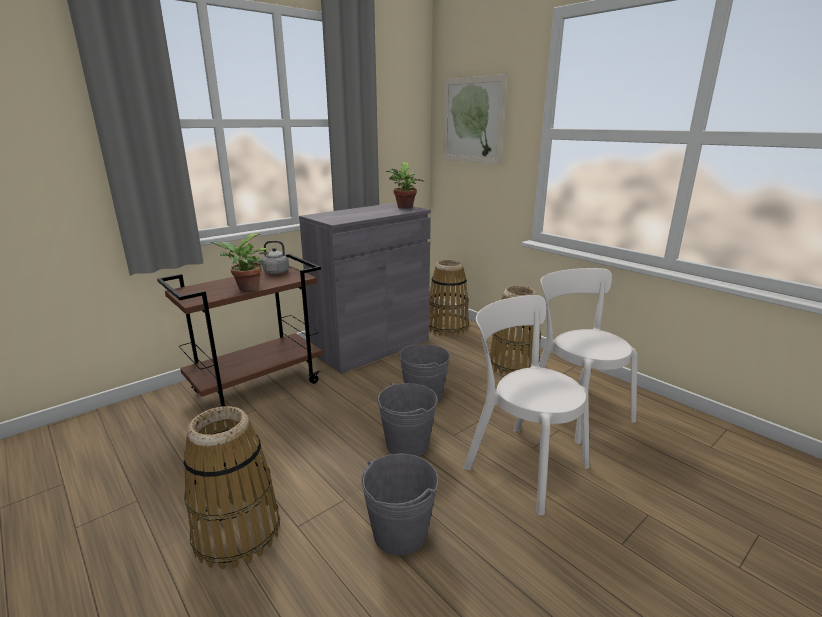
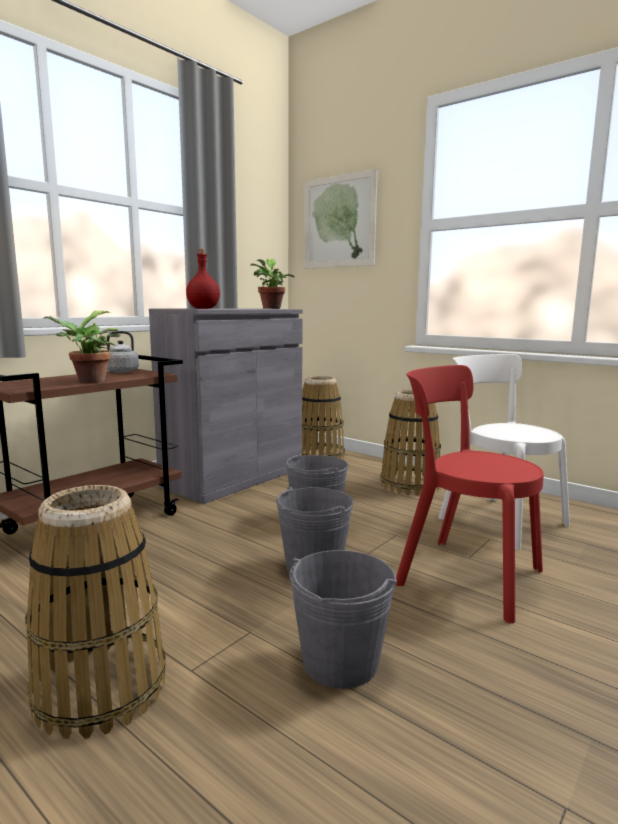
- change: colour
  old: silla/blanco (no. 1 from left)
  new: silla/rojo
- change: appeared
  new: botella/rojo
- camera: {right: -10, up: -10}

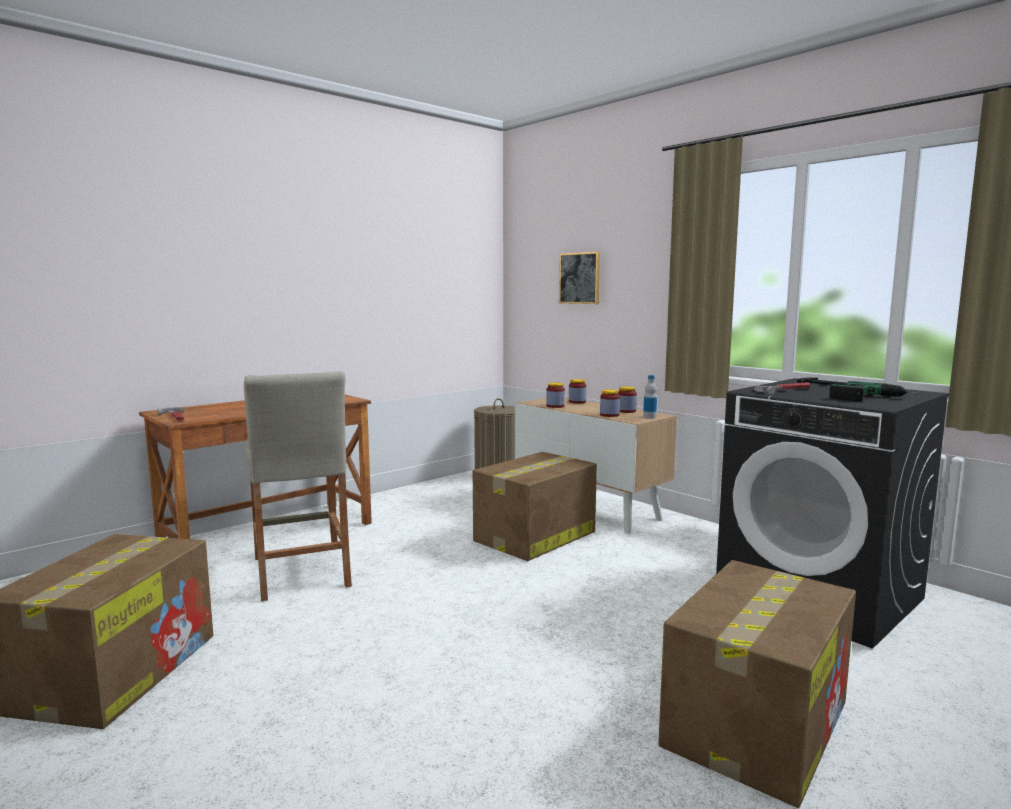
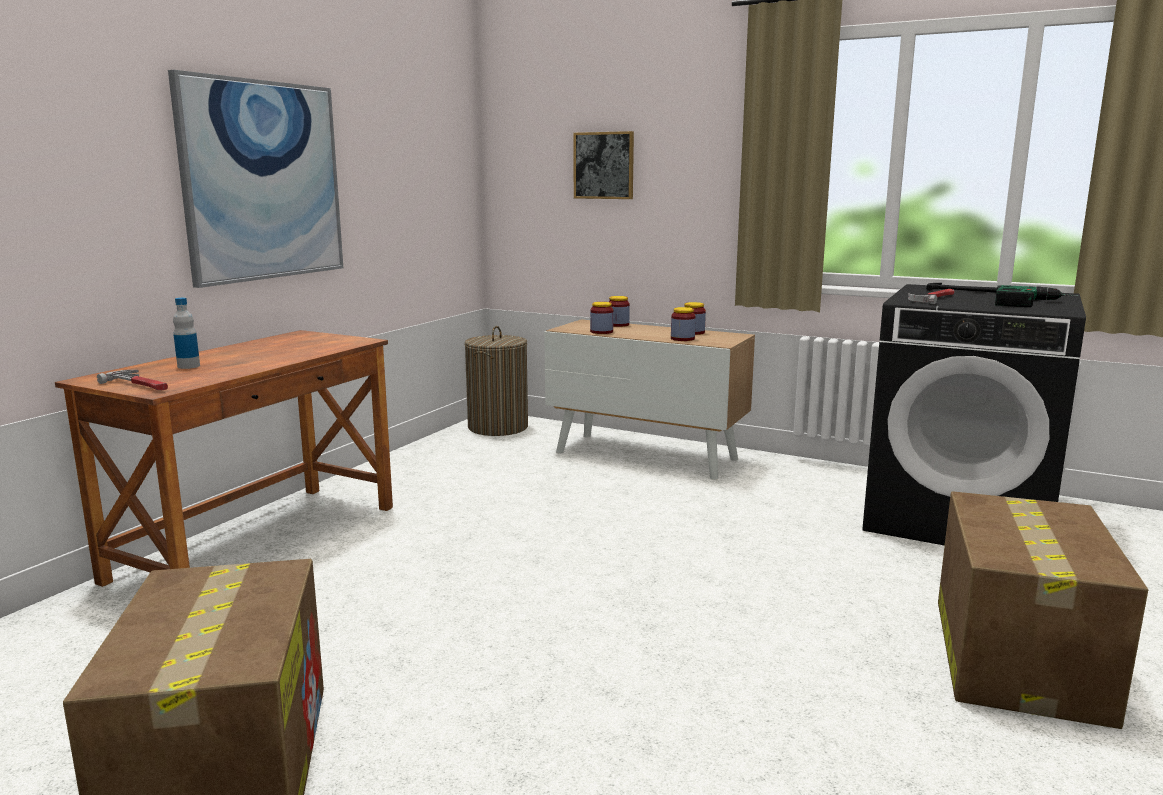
- change: missing
  old: taburete/beis
- change: relocated
  old: botella
- change: missing
  old: caja de cartón (no. 2 from left)
- change: appeared
  new: cuadro (no. 1 from left)
- camera: {right: -20, up: 5}

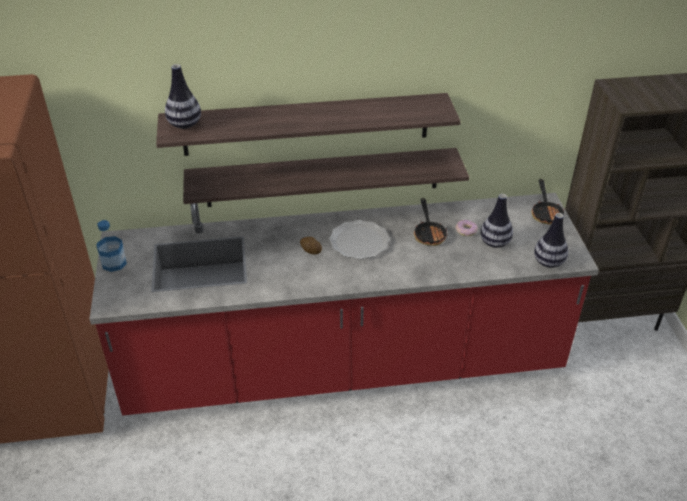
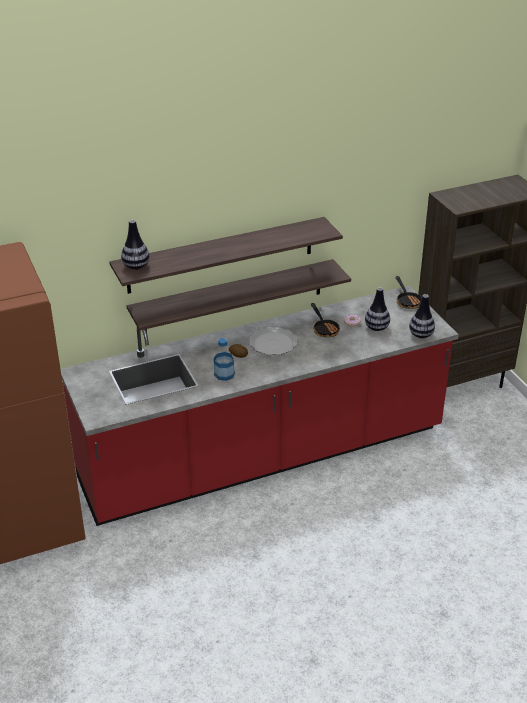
- change: relocated
  old: botella
- camera: {right: -15, up: -5}

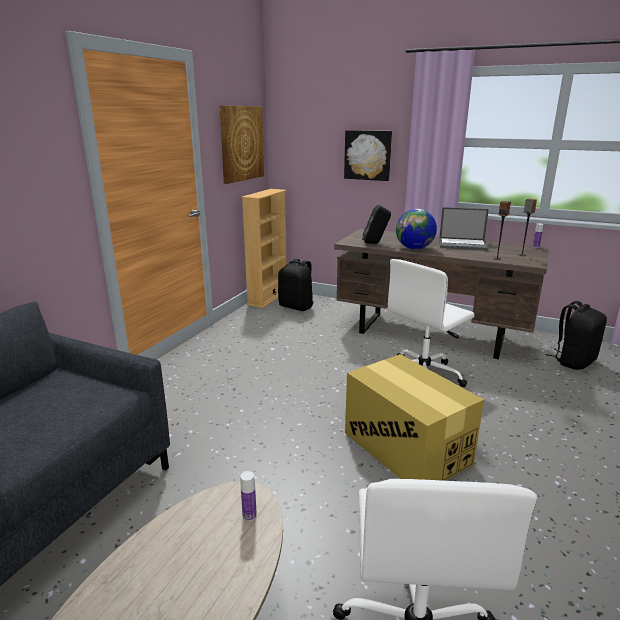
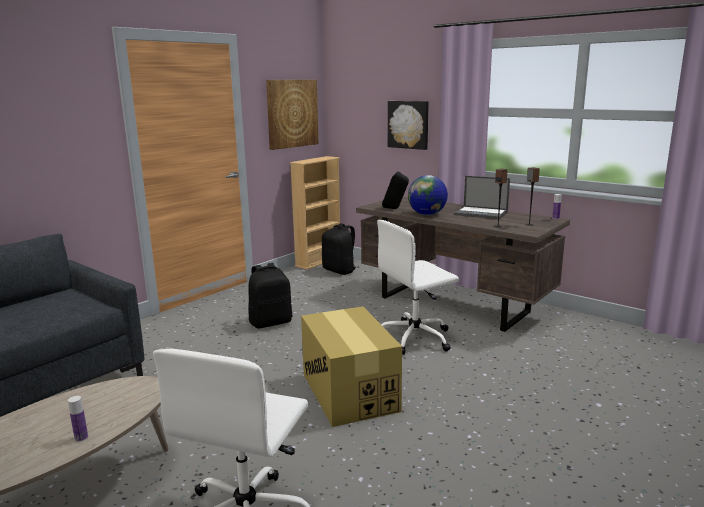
- change: relocated
  old: mochila/negro (no. 2 from left in the first image)
  new: mochila/negro (no. 1 from left)
- change: relocated
  old: botella (no. 1 from left)
- camera: {right: 15, up: -5}

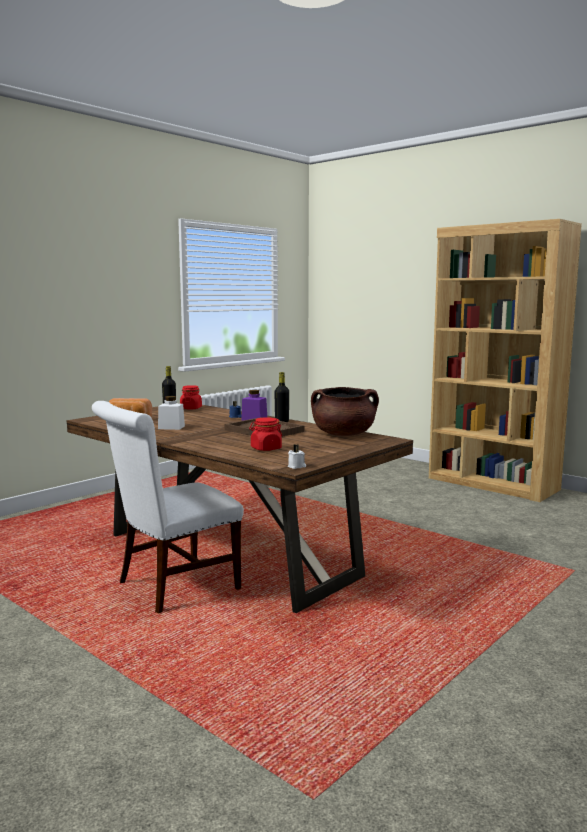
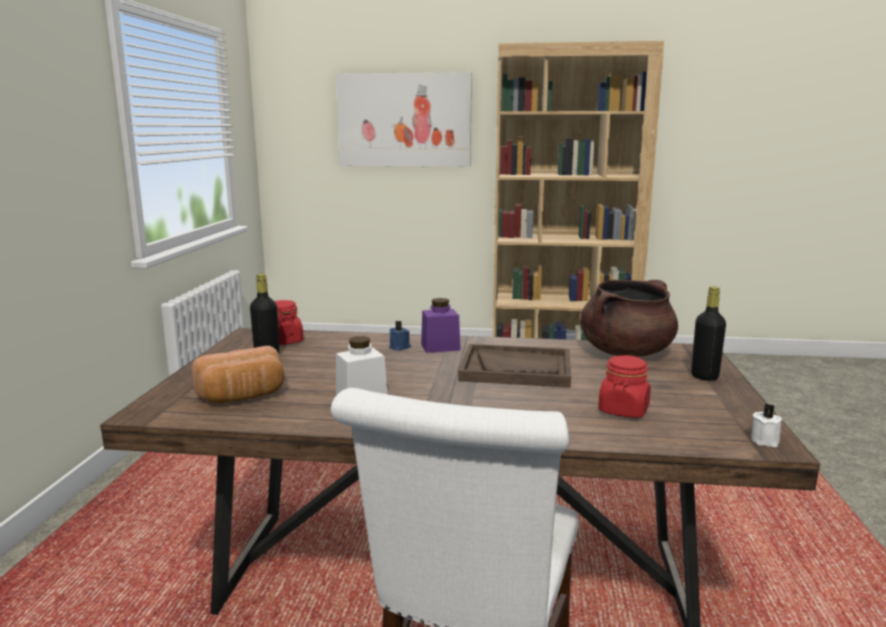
- change: relocated
  old: botella/negro (no. 2 from left)
- change: appeared
  new: cuadro
- camera: {right: -35, up: 5}

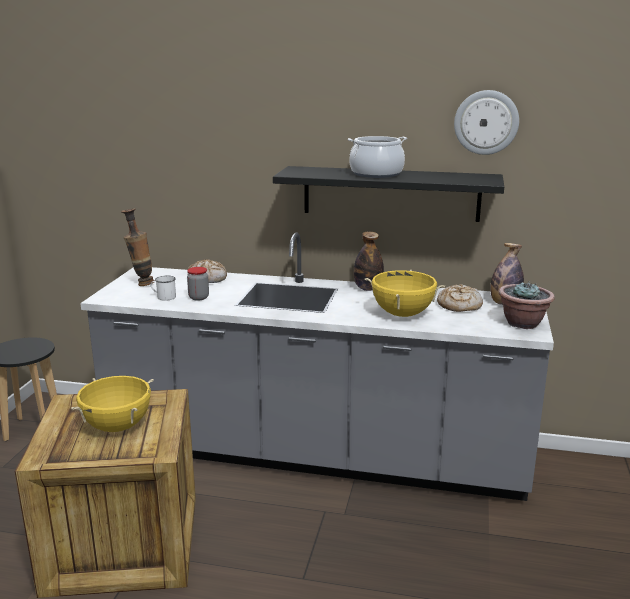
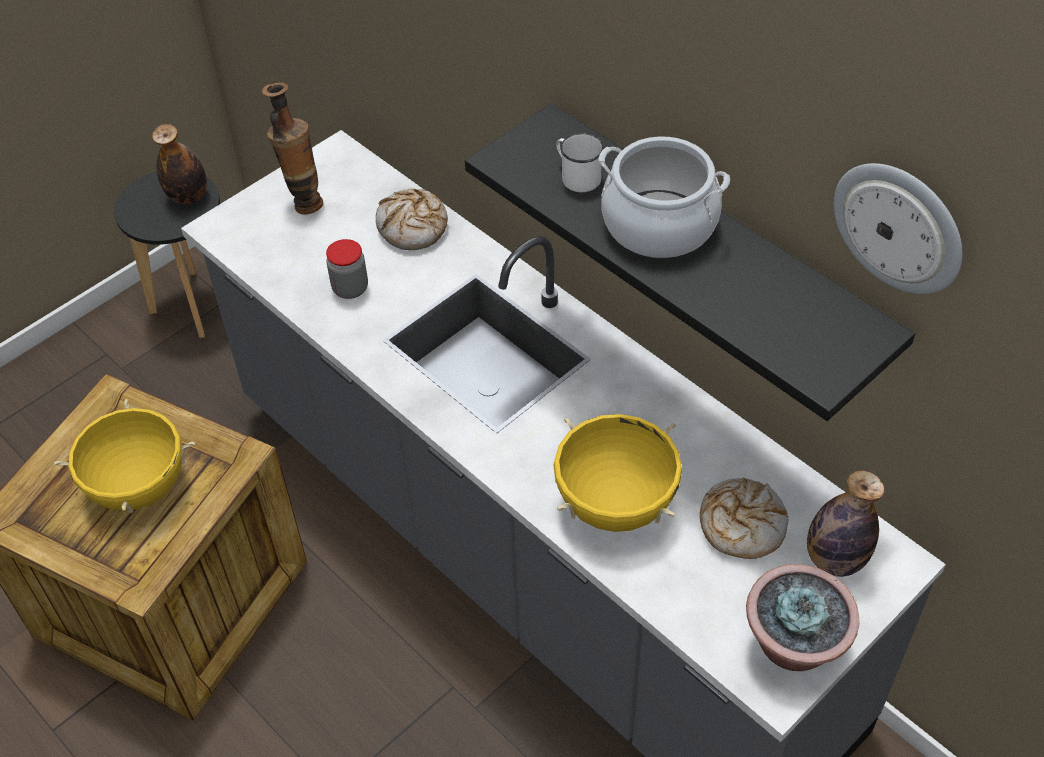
- change: relocated
  old: botella (no. 1 from left)
- change: relocated
  old: taza grande/blanco
- camera: {right: 35, up: 30}

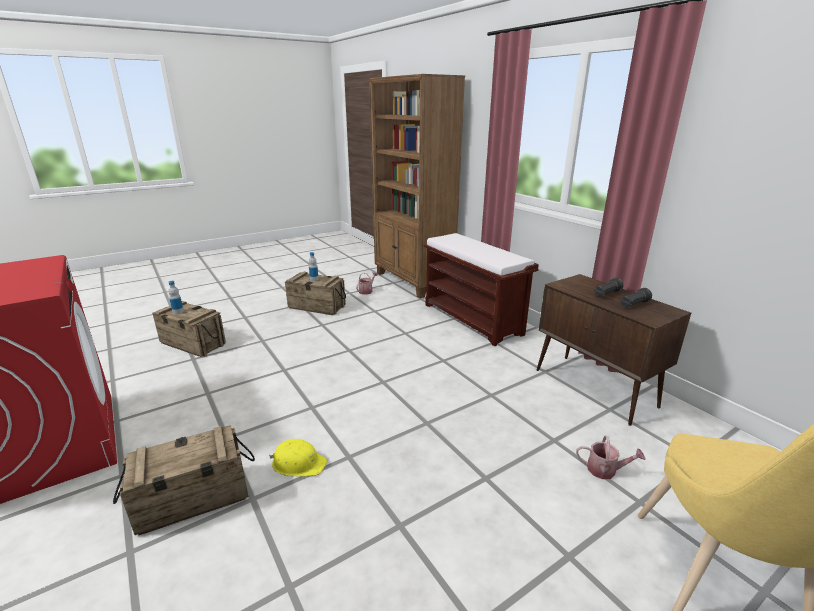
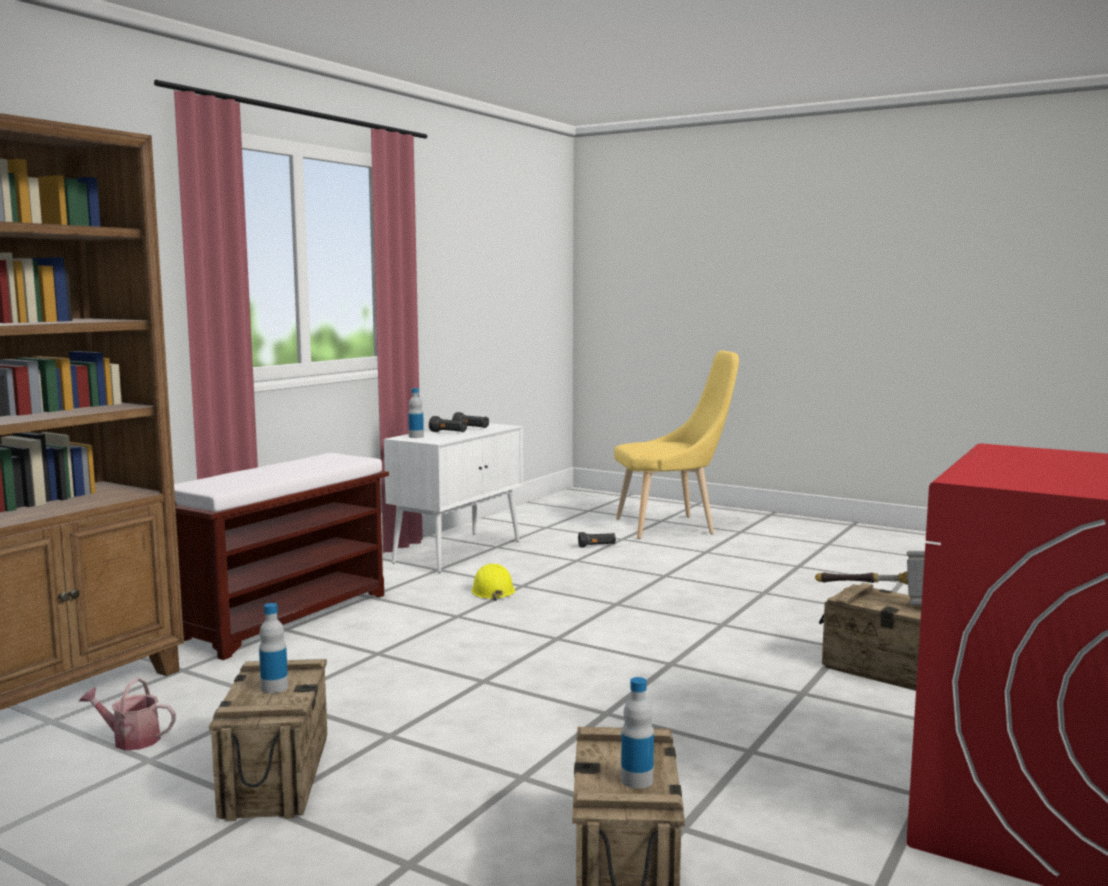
- change: colour
  old: armario/marrón
  new: armario/blanco
- change: exchanged
  old: regadera (no. 2 from left)
  new: linterna/negro (no. 3 from left)
- change: relocated
  old: casco/amarillo
- change: appeared
  new: botella (no. 2 from left)
- change: appeared
  new: martillo
- camera: {right: -115, up: -15}

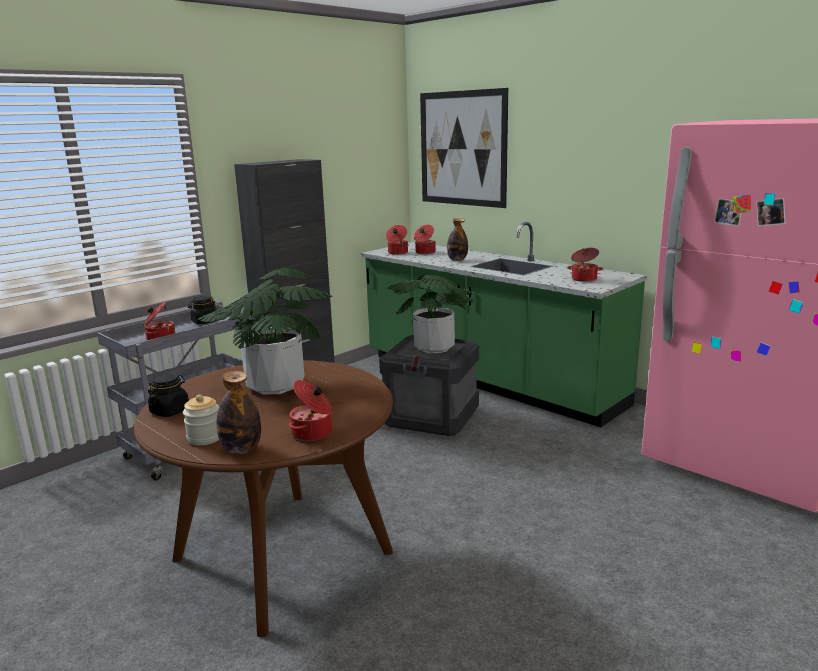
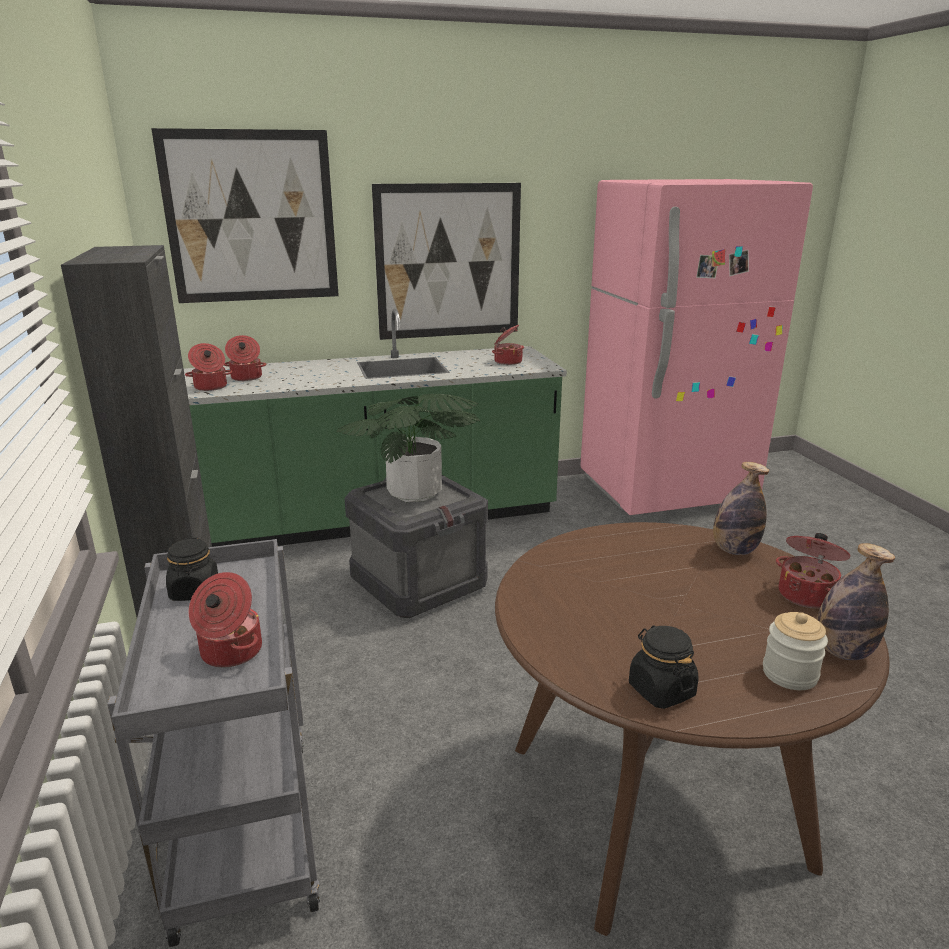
- change: relocated
  old: botella (no. 2 from left in the first image)
  new: botella (no. 1 from left)
- change: missing
  old: planta en maceta (no. 1 from left)
- change: appeared
  new: cuadro (no. 2 from left)
- camera: {right: -60, up: 5}

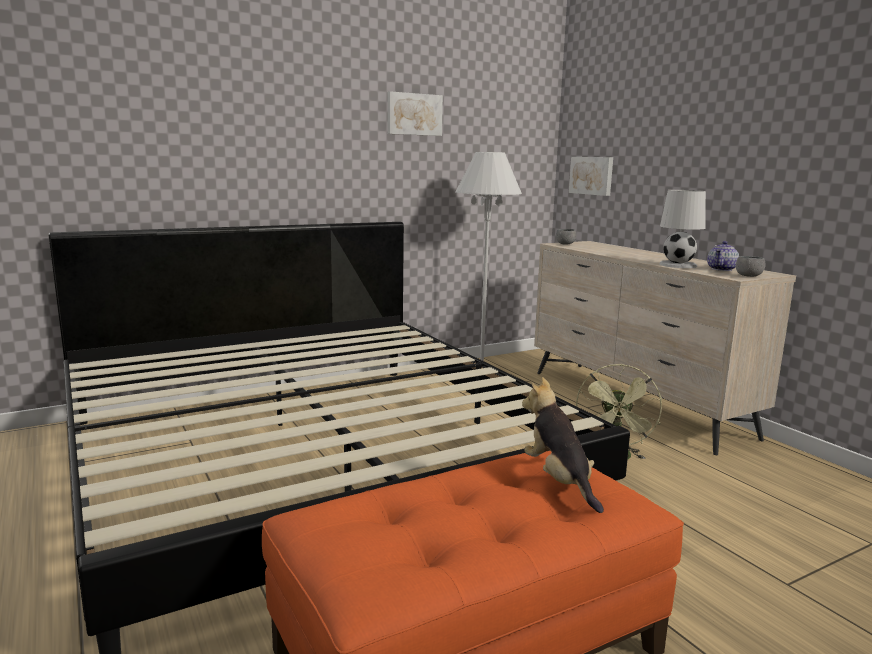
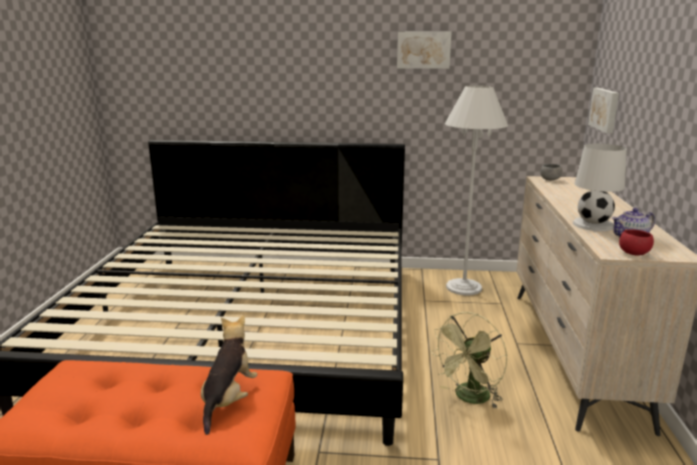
- change: colour
  old: cuenco/gris (no. 2 from left)
  new: cuenco/rojo
- camera: {right: 35, up: 5}

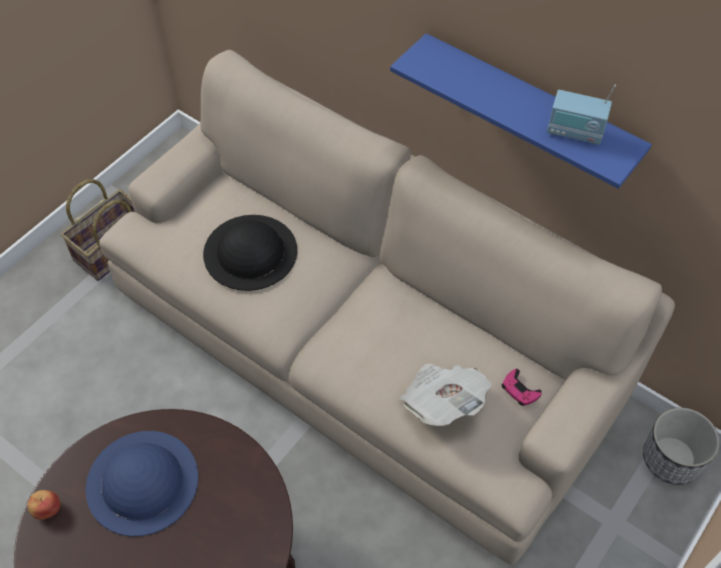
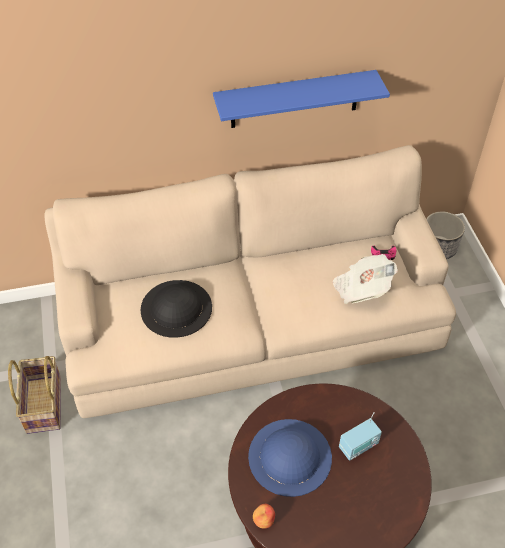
- change: relocated
  old: radio
- camera: {right: -50, up: -5}

